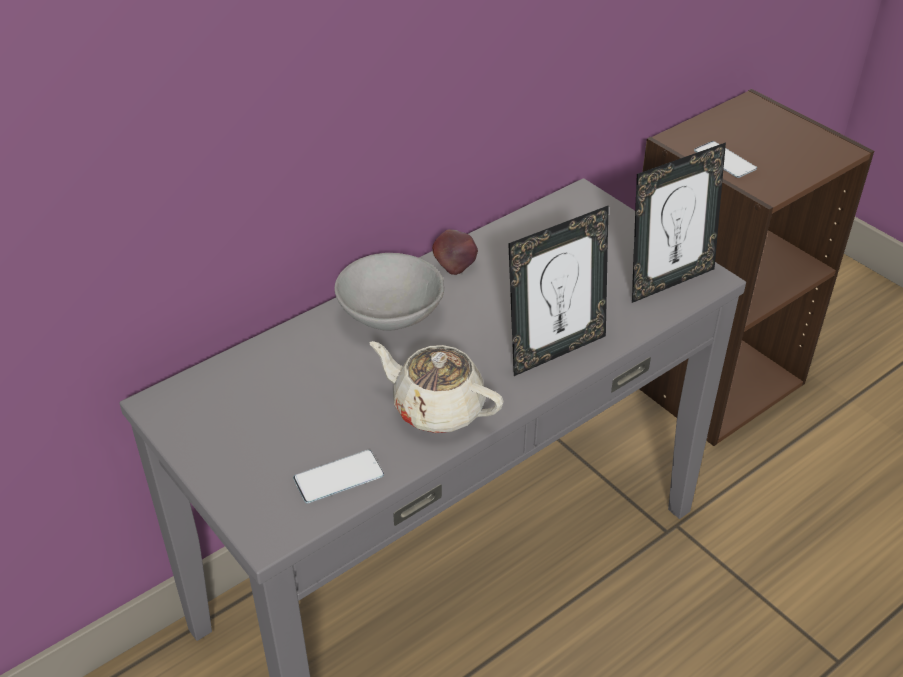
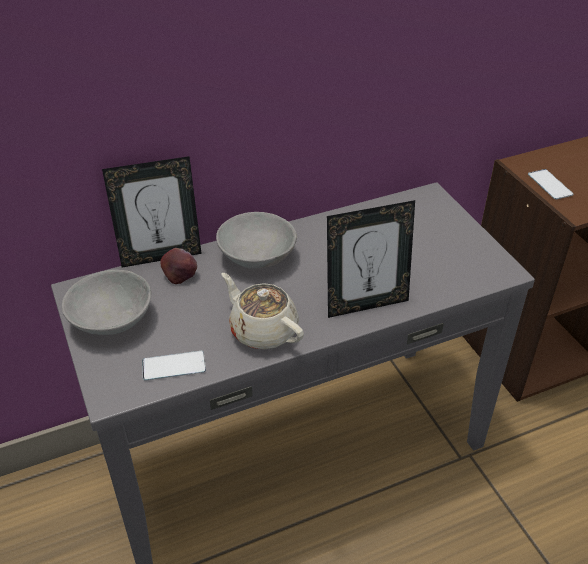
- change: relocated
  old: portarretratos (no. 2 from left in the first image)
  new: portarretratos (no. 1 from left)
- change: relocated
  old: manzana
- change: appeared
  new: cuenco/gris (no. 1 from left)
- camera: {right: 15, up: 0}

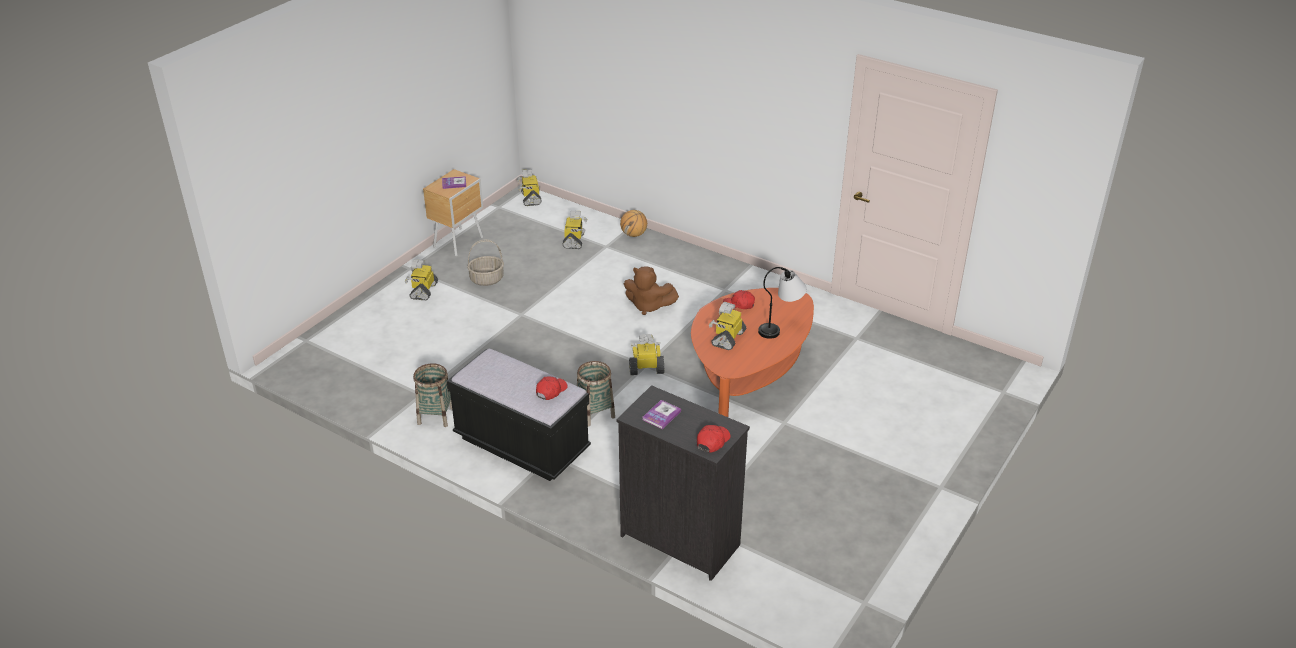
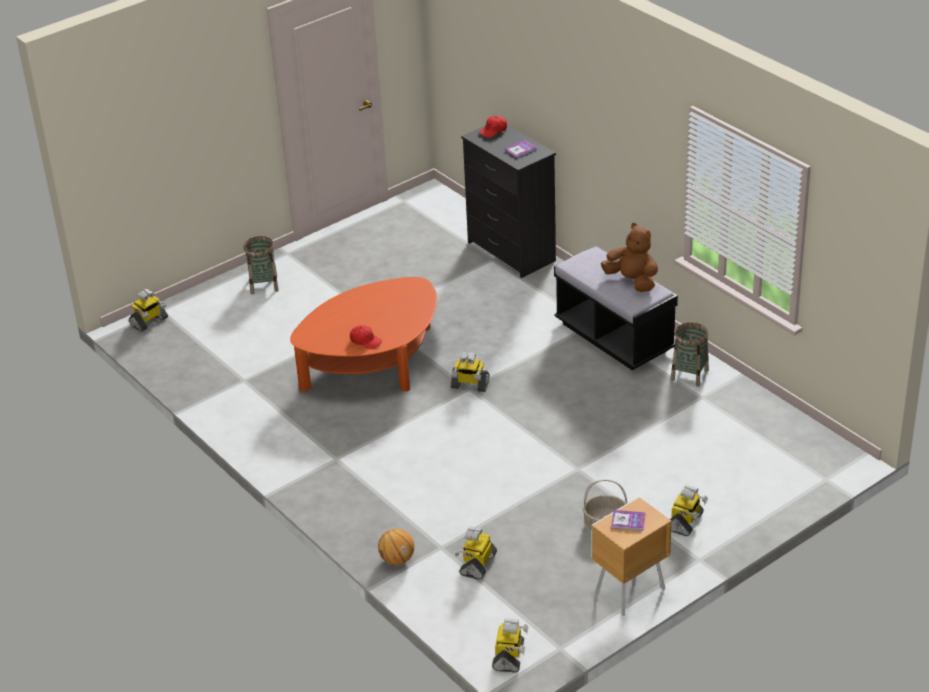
- change: relocated
  old: peluche/marrón
- change: missing
  old: lámpara de mesa
- change: relocated
  old: robot de juguete (no. 5 from left in the first image)
  new: robot de juguete (no. 1 from left)
- change: relocated
  old: cesta (no. 3 from left in the first image)
  new: cesta (no. 1 from left)
- change: missing
  old: gorra/rojo (no. 1 from left)
- camera: {right: -160, up: 0}

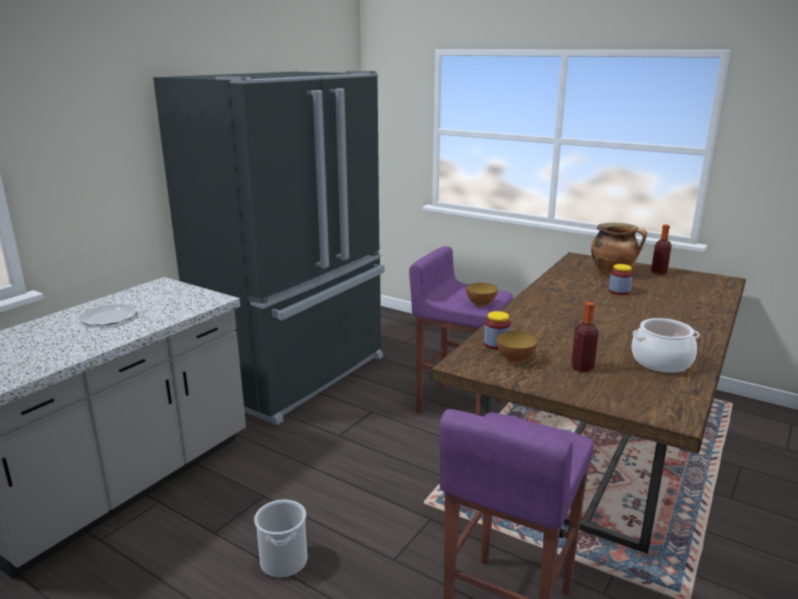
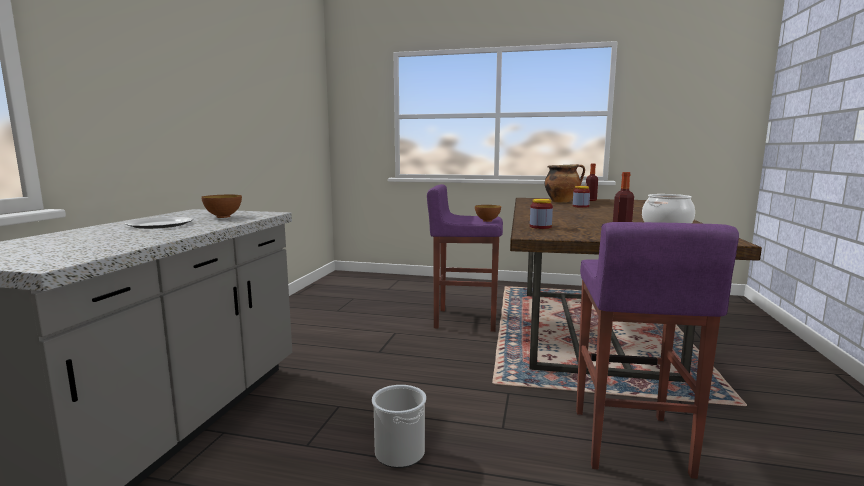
- change: missing
  old: nevera/negro
- change: relocated
  old: cuenco (no. 2 from left in the first image)
  new: cuenco (no. 1 from left)
- camera: {right: -20, up: -10}

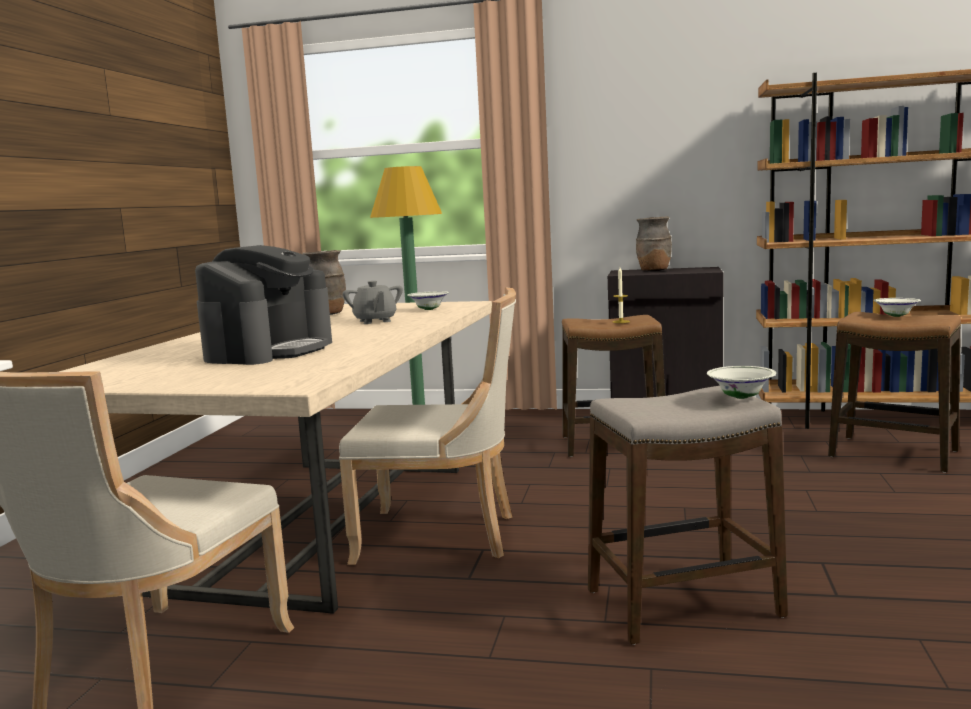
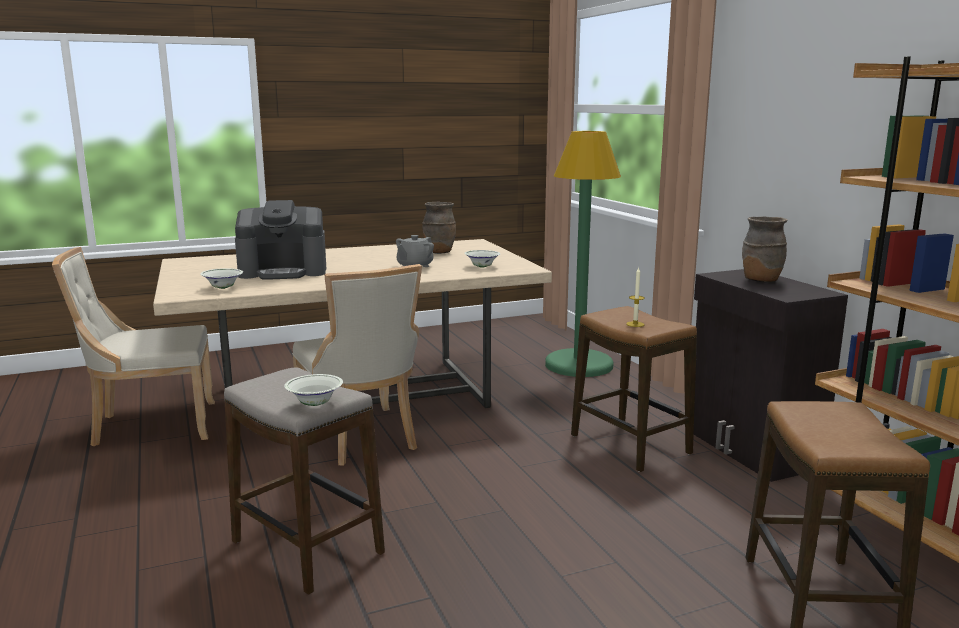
- change: relocated
  old: cuenco/blanco (no. 3 from left in the first image)
  new: cuenco/blanco (no. 1 from left)
- camera: {right: 55, up: 5}

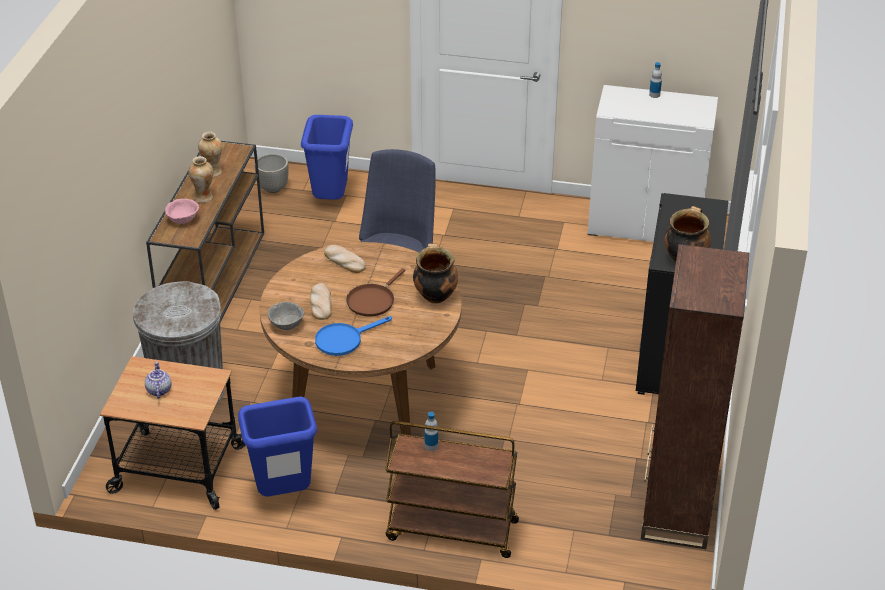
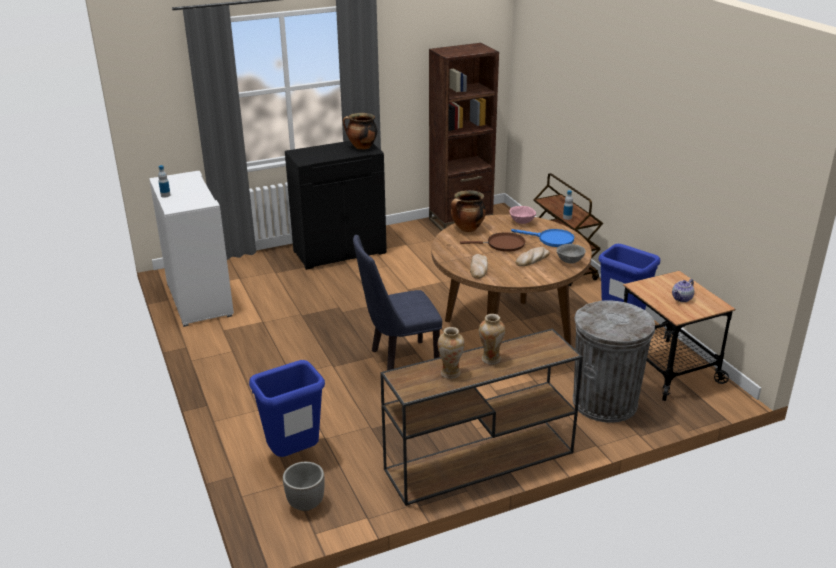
- change: relocated
  old: cuenco/rosa
- camera: {right: -125, up: -10}

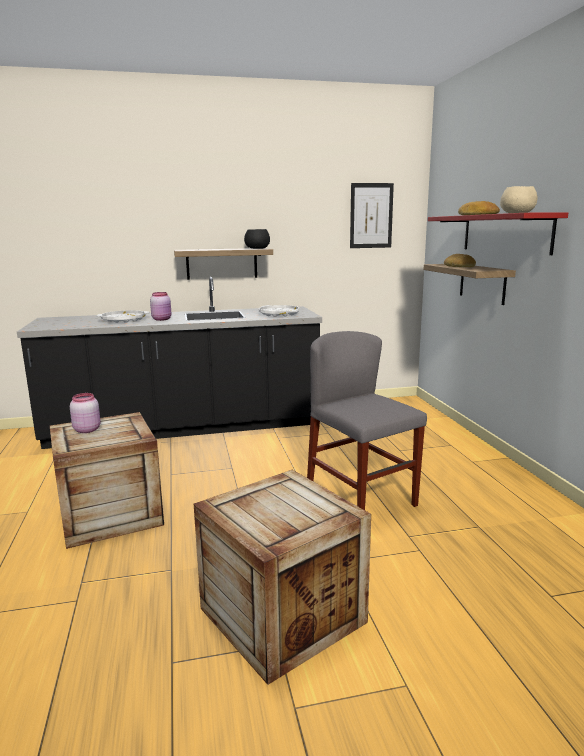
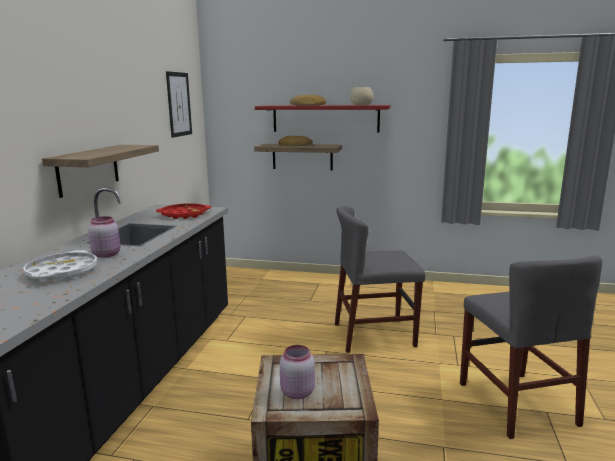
- change: missing
  old: cuenco/negro
- change: colour
  old: bandeja/blanco (no. 2 from left)
  new: bandeja/rojo
- change: exchanged
  old: caja de embalaje (no. 2 from left)
  new: silla/gris (no. 2 from left)
- camera: {right: -65, up: 0}

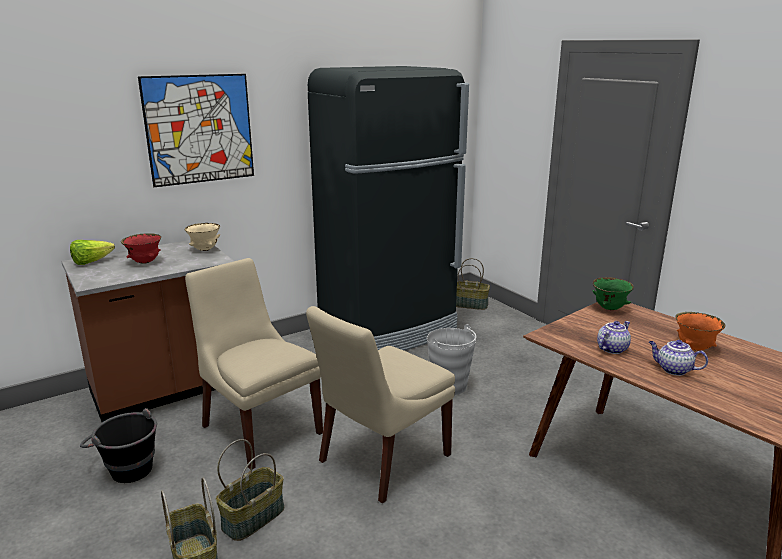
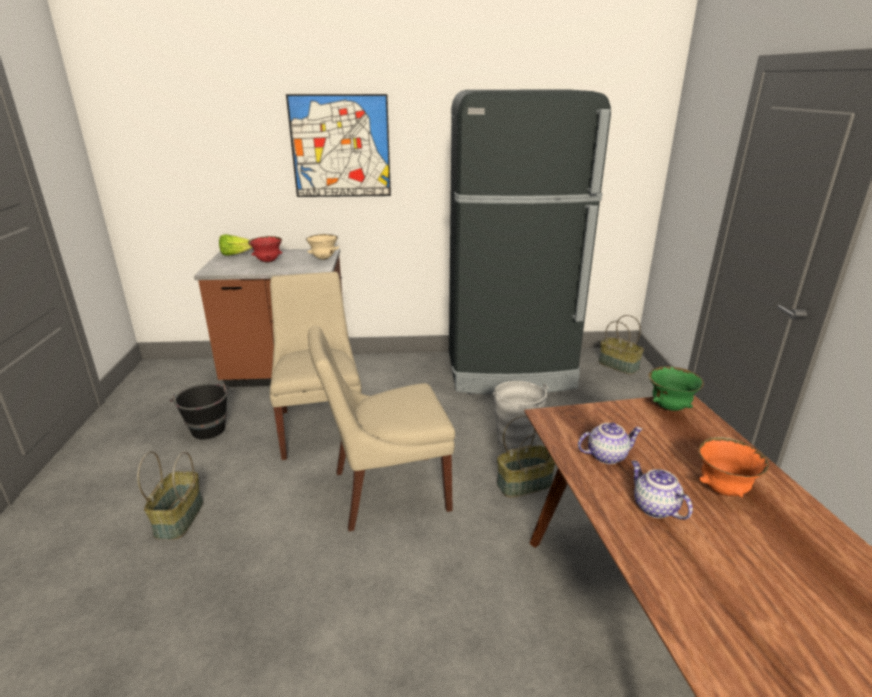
- change: relocated
  old: cesta (no. 2 from left)
- camera: {right: 30, up: 5}

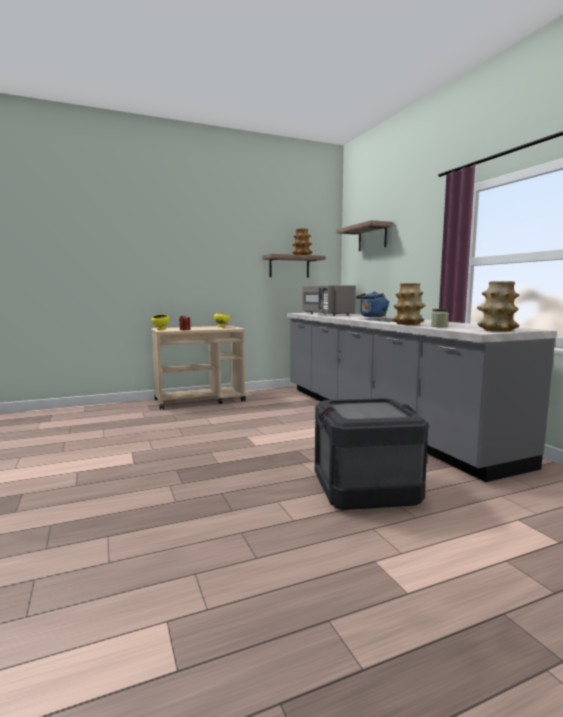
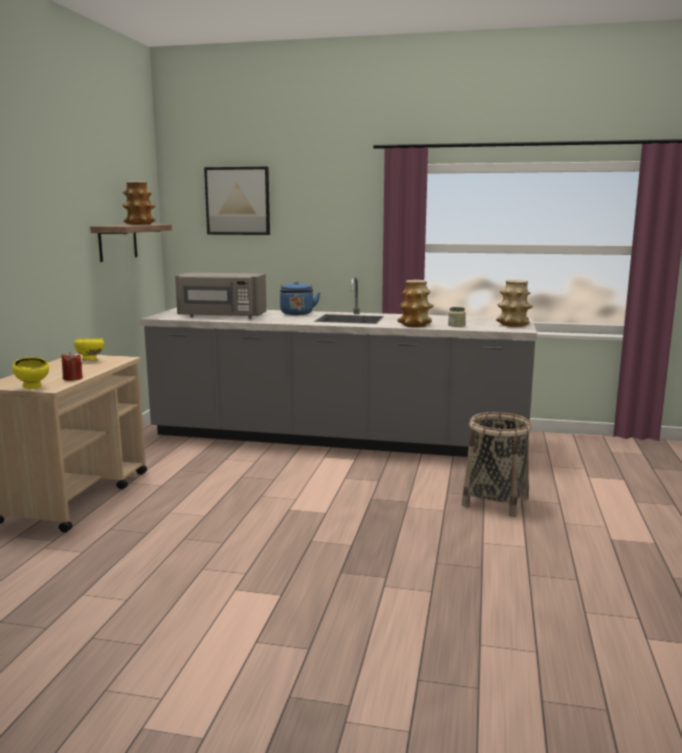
- change: exchanged
  old: estante (no. 2 from left)
  new: cuadro
- change: exchanged
  old: caja de embalaje
  new: cesta
- camera: {right: -55, up: 5}

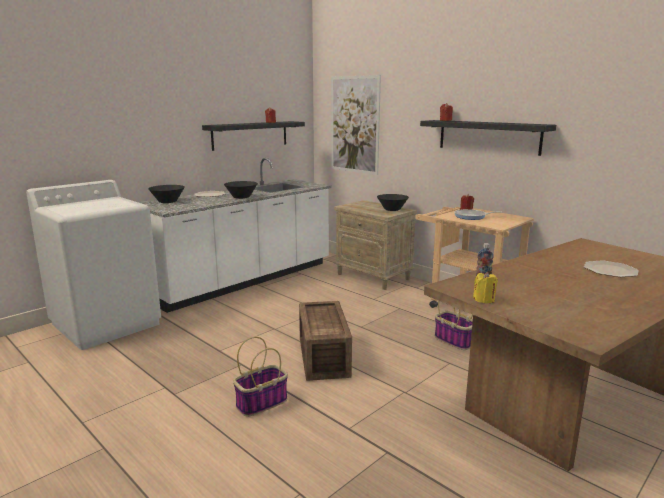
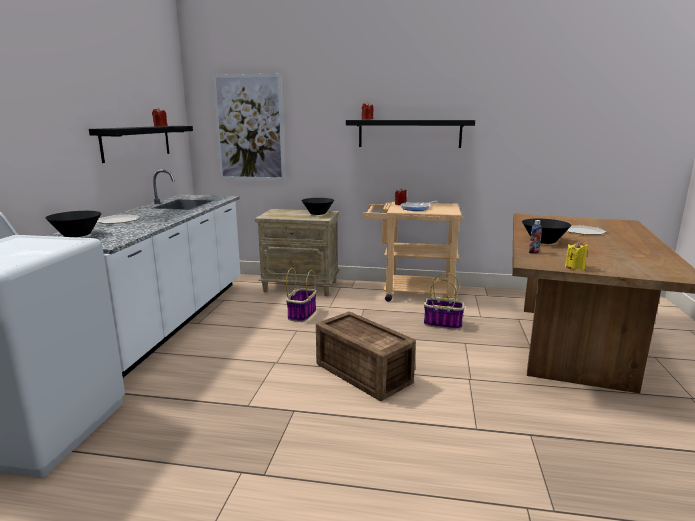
- change: relocated
  old: cuenco/negro (no. 2 from left in the first image)
  new: cuenco/negro (no. 3 from left)
- change: relocated
  old: cesta (no. 1 from left)
- camera: {right: -35, up: 0}

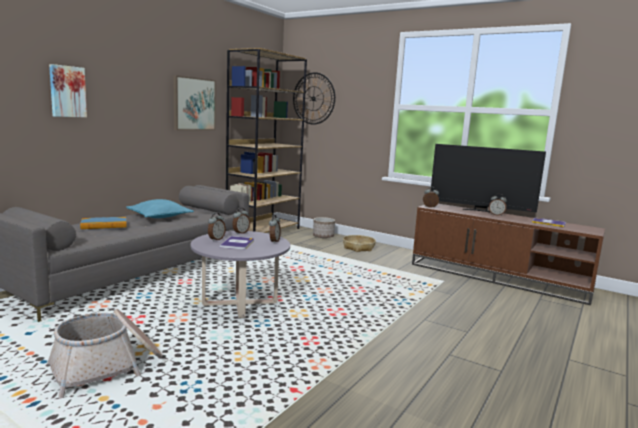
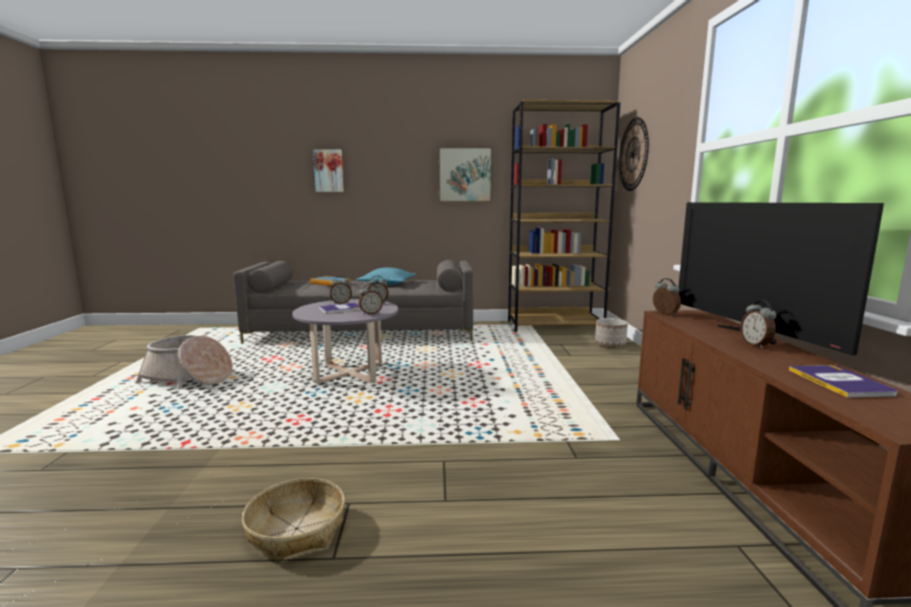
- change: relocated
  old: cesta (no. 2 from left)
- camera: {right: 55, up: 0}

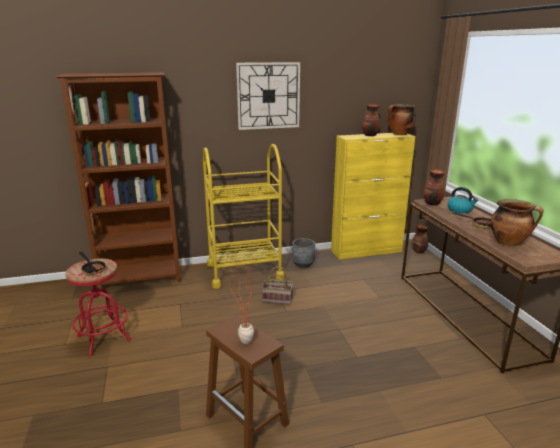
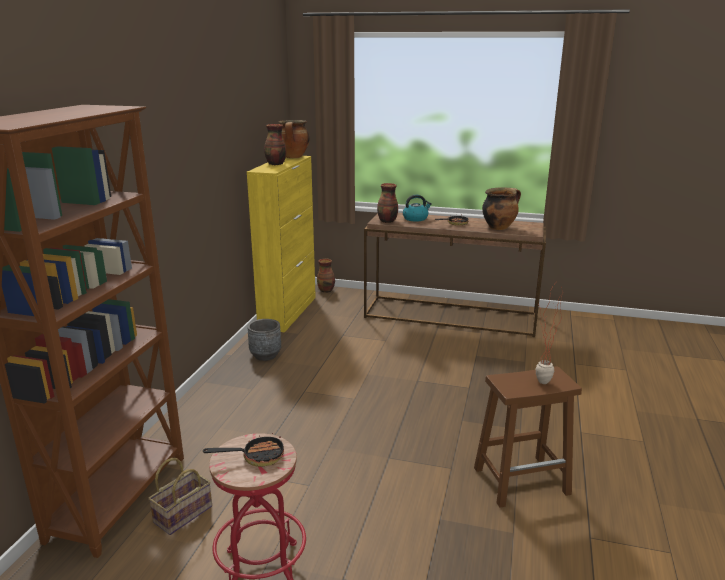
- change: missing
  old: reloj de pared
- change: missing
  old: carrito/amarillo
- change: relocated
  old: cesta
- camera: {right: -60, up: 0}

